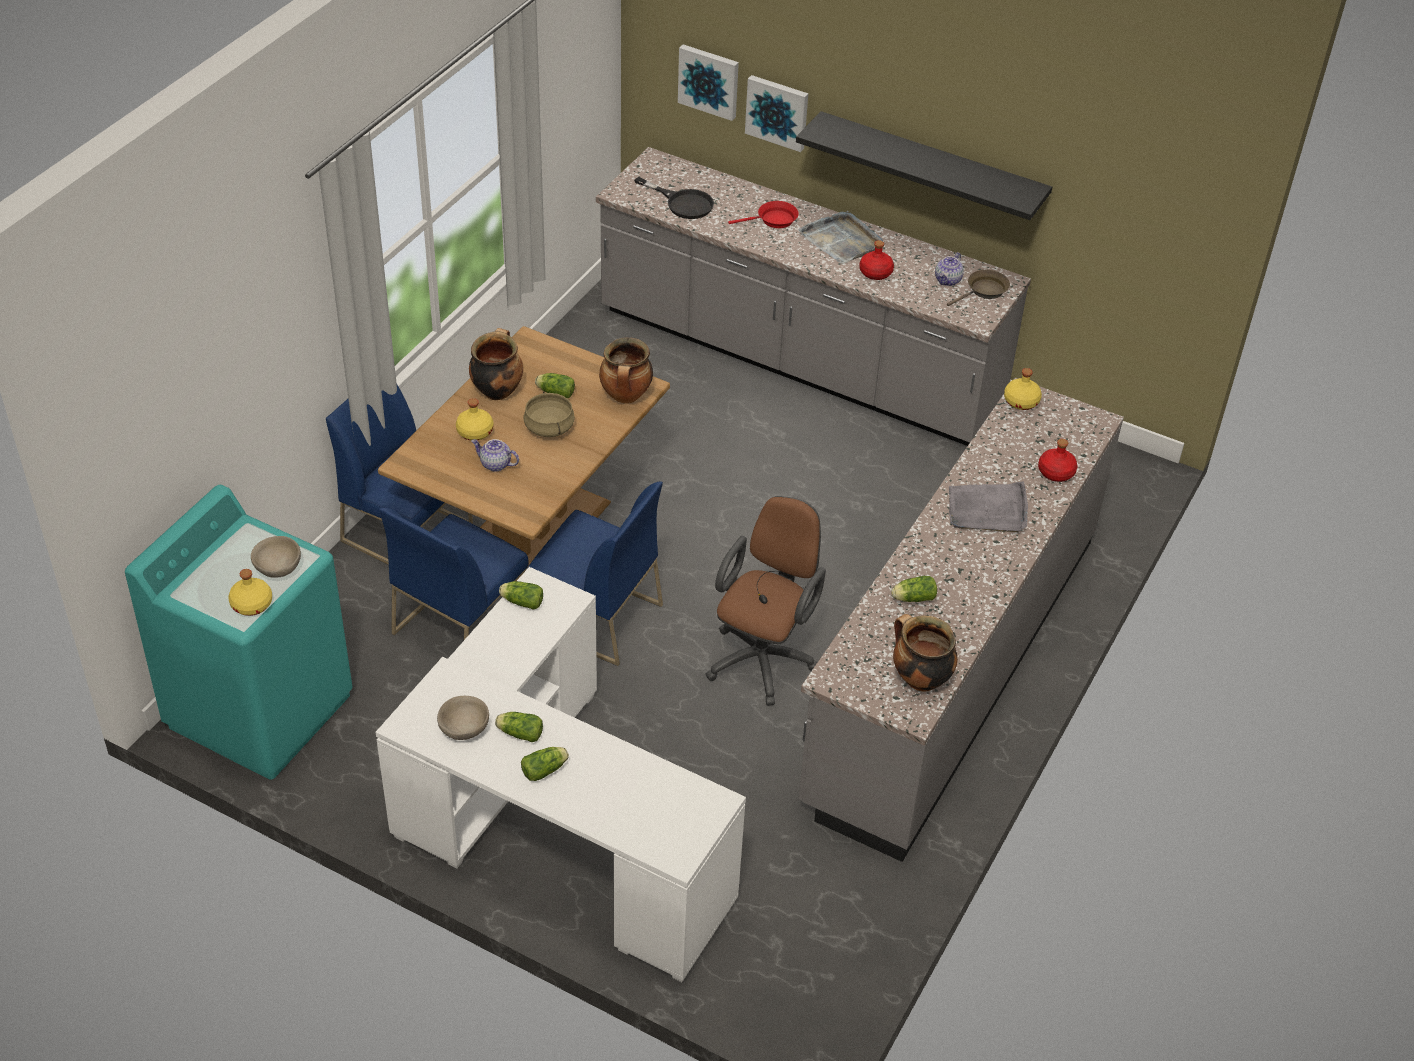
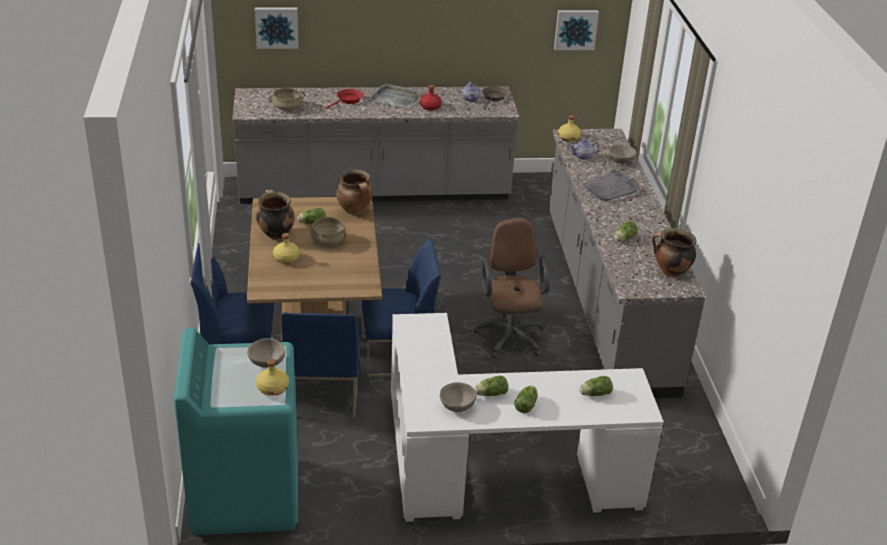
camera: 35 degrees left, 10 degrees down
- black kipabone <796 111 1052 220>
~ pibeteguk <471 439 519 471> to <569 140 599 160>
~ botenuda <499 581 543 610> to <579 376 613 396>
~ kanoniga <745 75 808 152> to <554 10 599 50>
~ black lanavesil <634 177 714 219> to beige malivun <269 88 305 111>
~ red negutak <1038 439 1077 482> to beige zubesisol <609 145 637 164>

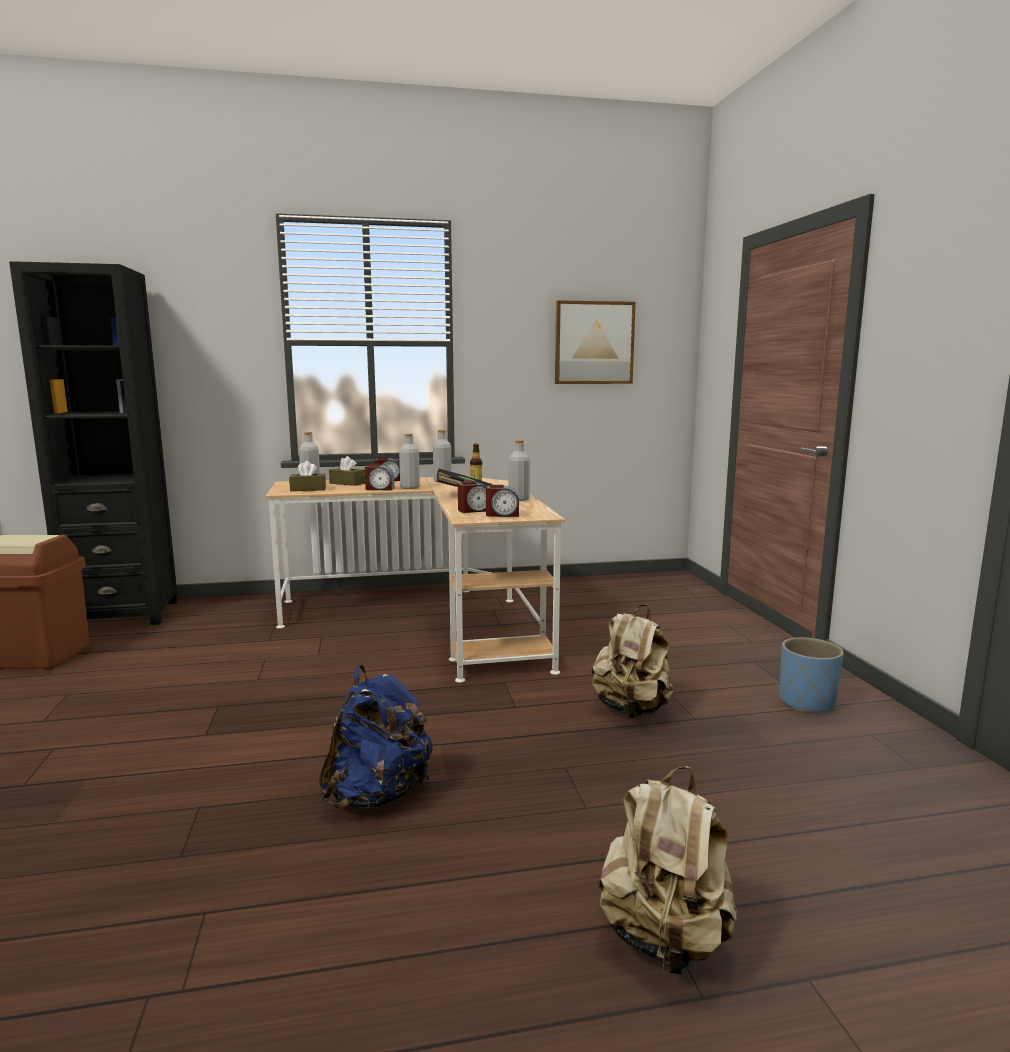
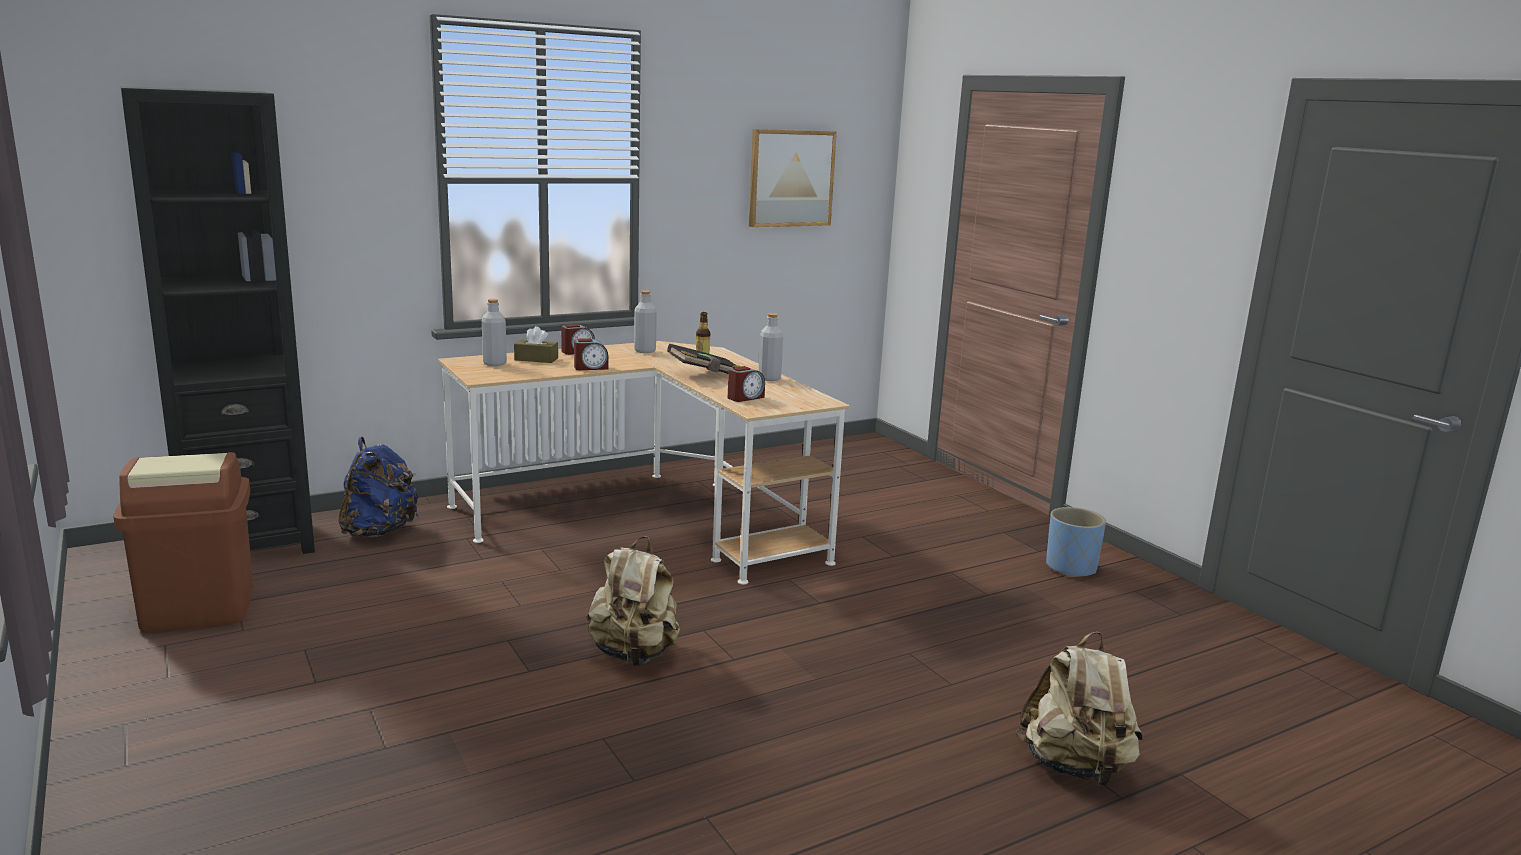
camera: 20 degrees left, 5 degrees up
- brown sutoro <289 461 326 491>
- grey negutak <399 434 420 489>
- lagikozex <486 485 519 517>
~ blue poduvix <319 664 433 809> to <338 437 418 537>
~ beige poduvix <592 604 673 719> to <587 536 680 666>

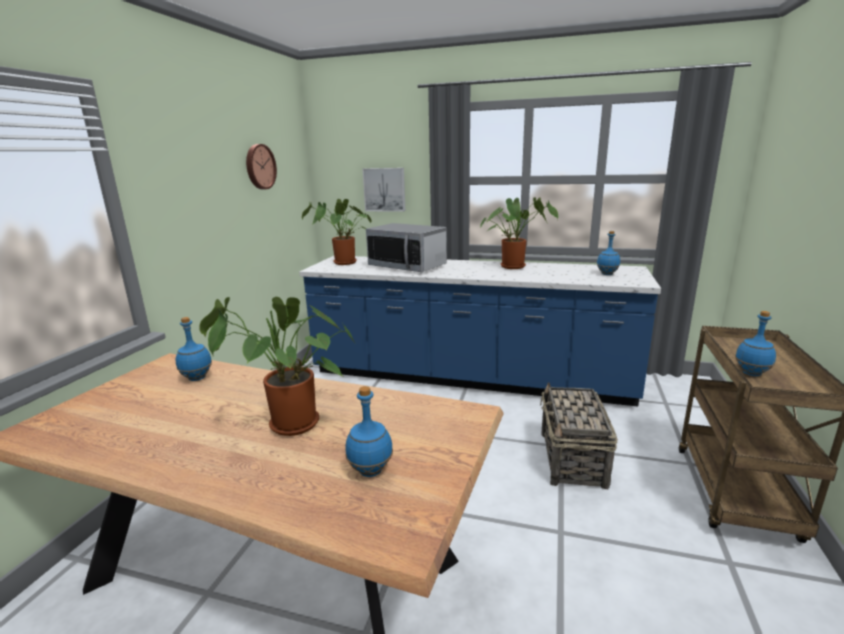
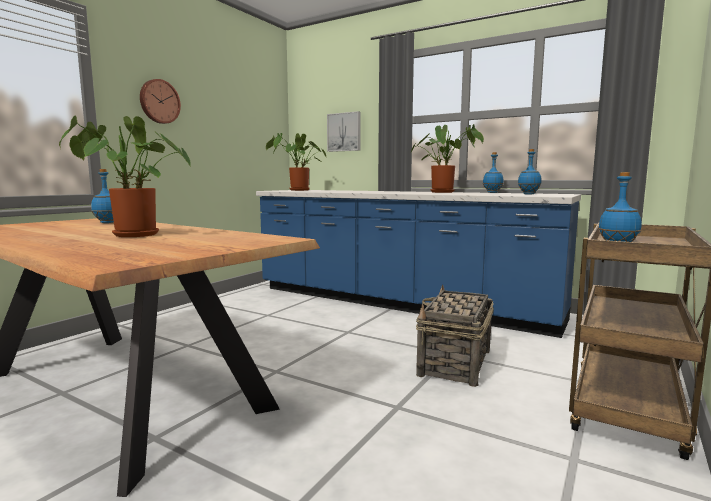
camera: 15 degrees right, 10 degrees down
- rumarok <366 223 447 272>
~ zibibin <246 144 277 189> to <140 79 181 124>
~ blue negutak <345 386 393 477> to <483 152 503 193>

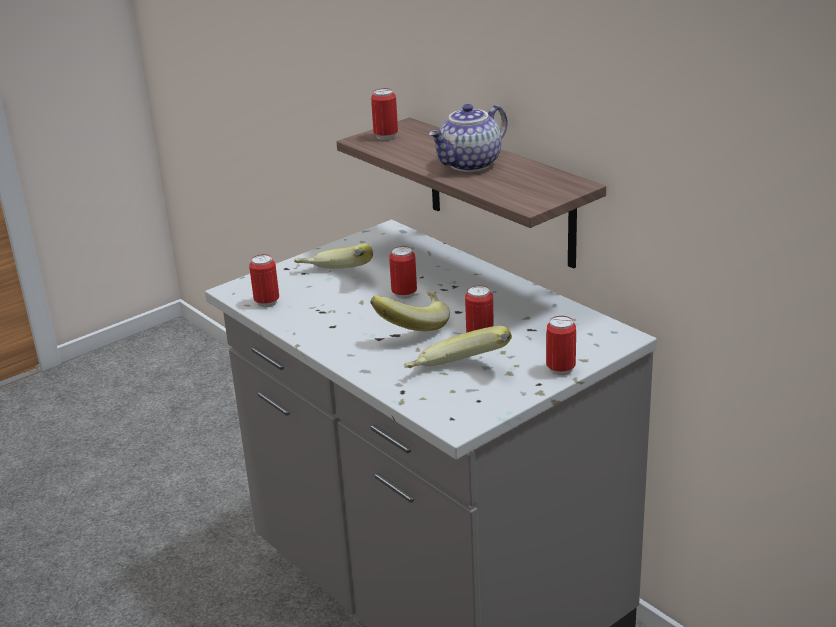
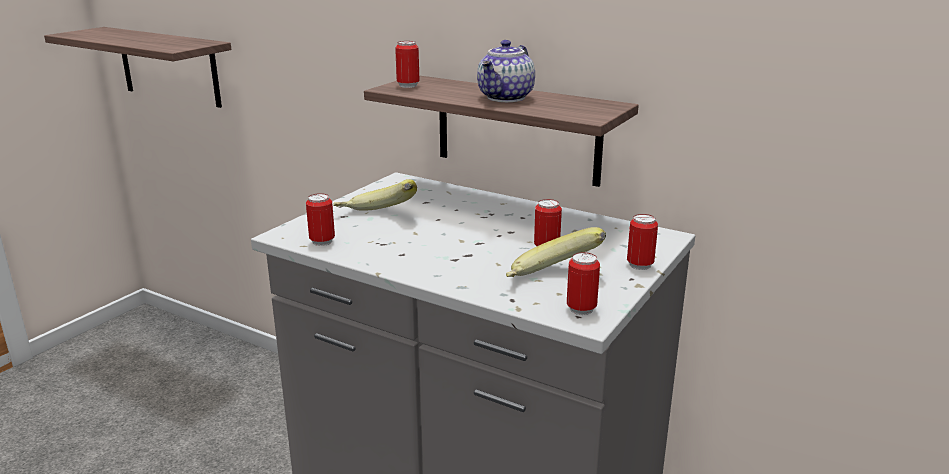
camera: 20 degrees left, 5 degrees down
- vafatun <370 291 450 331>
+ kipabone <44 27 231 108>
~ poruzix <389 246 417 299> to <567 252 600 315>

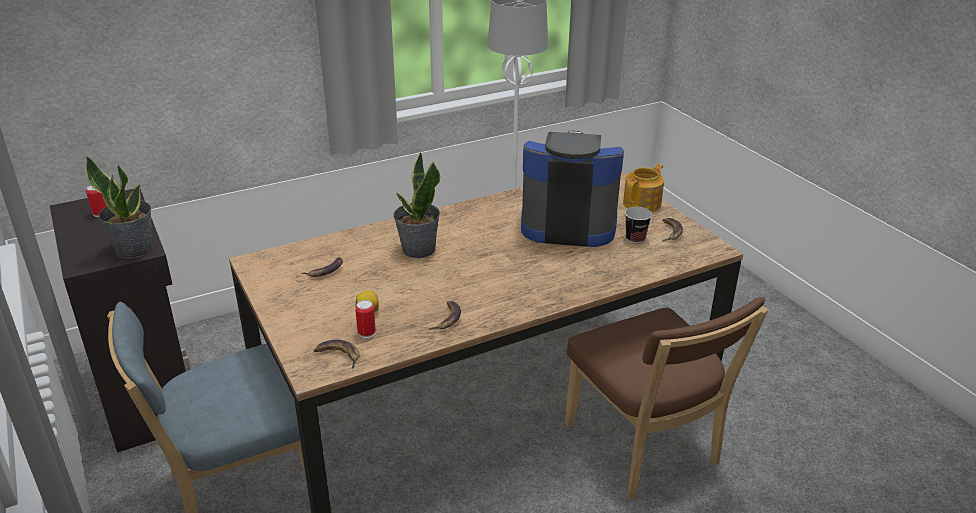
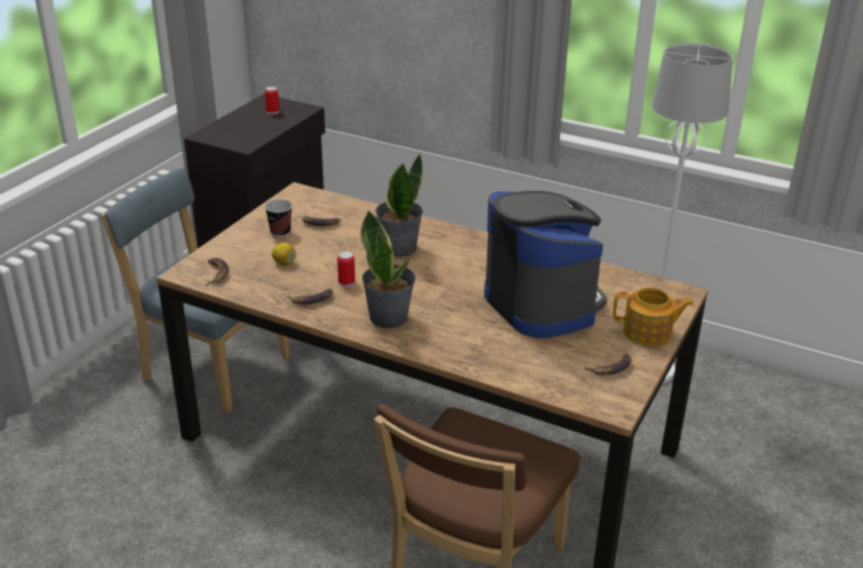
camera: 55 degrees right, 0 degrees up
~ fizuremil <85 156 153 259> to <361 210 416 328>
~ poruzix <355 300 376 338> to <337 251 355 287>
~ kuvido <625 207 652 244> to <265 199 292 237>

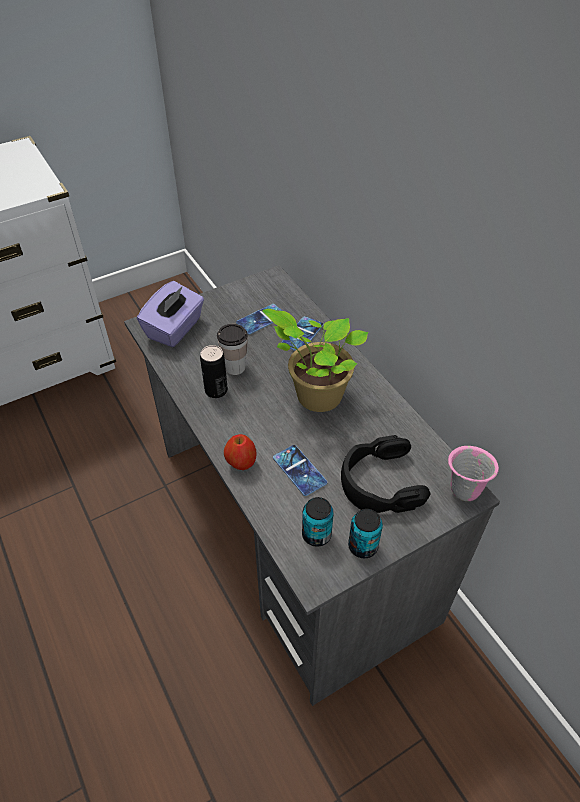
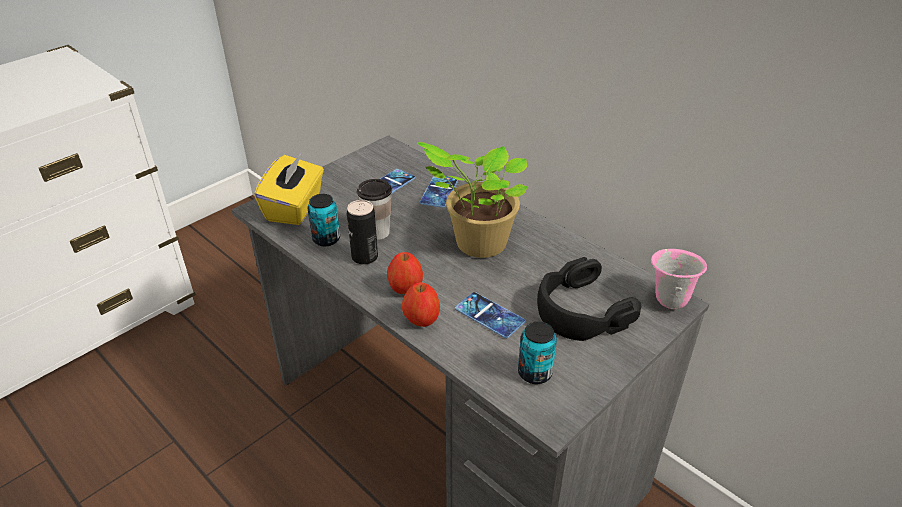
camera: 15 degrees left, 10 degrees down
+ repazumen <387 252 423 294>
~ poruzix <348 509 383 558> to <307 194 340 246>
~ purple sutoro <137 281 204 347> to yellow sutoro <254 154 324 225>

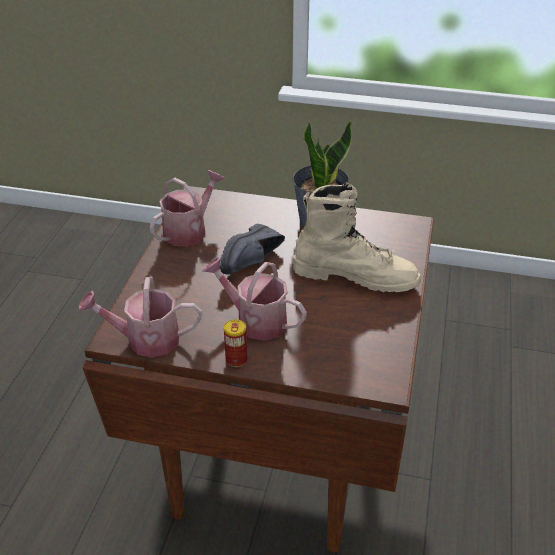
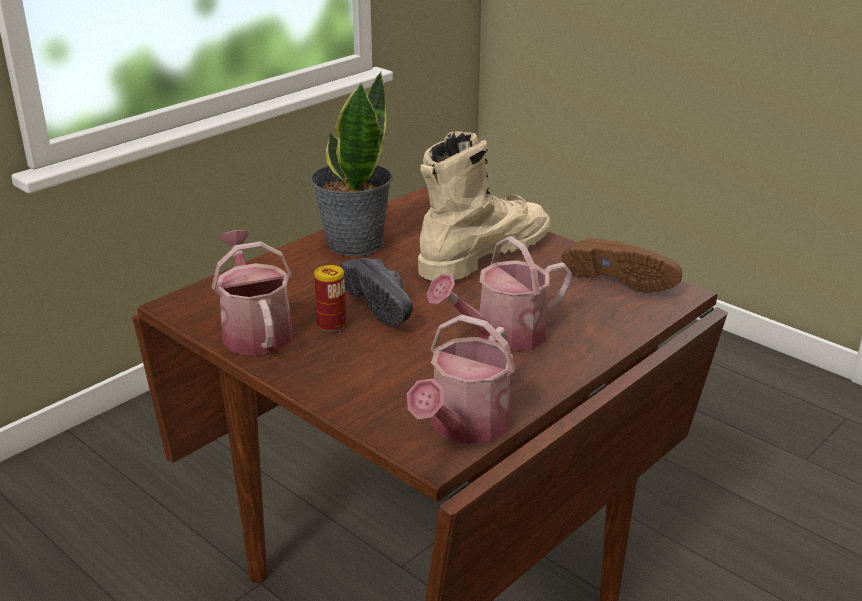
camera: 60 degrees left, 10 degrees down
+ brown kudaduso <561 238 682 293>
~ poruzix <224 319 247 367> to <314 265 346 332>

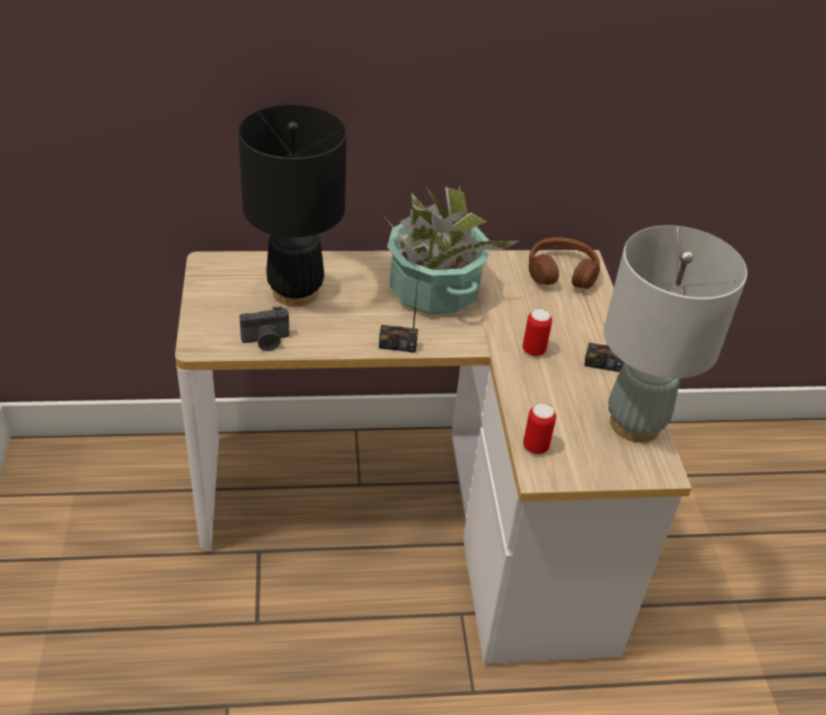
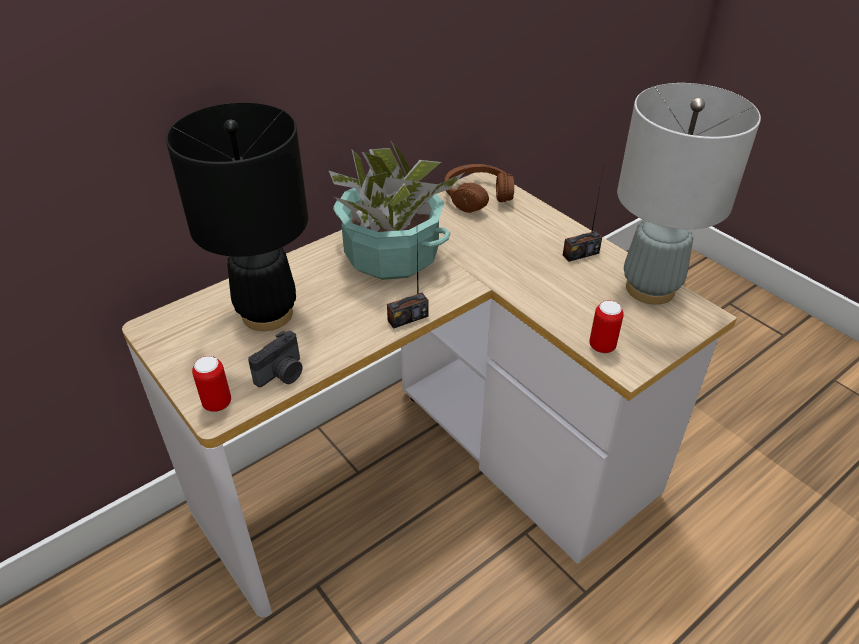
camera: 30 degrees left, 0 degrees up
~ poruzix <523 309 552 356> to <192 356 231 412>

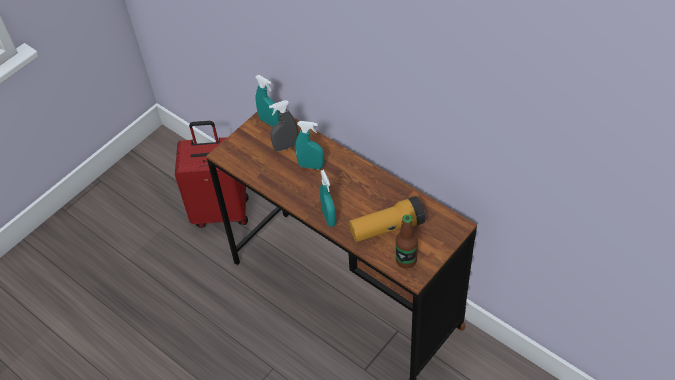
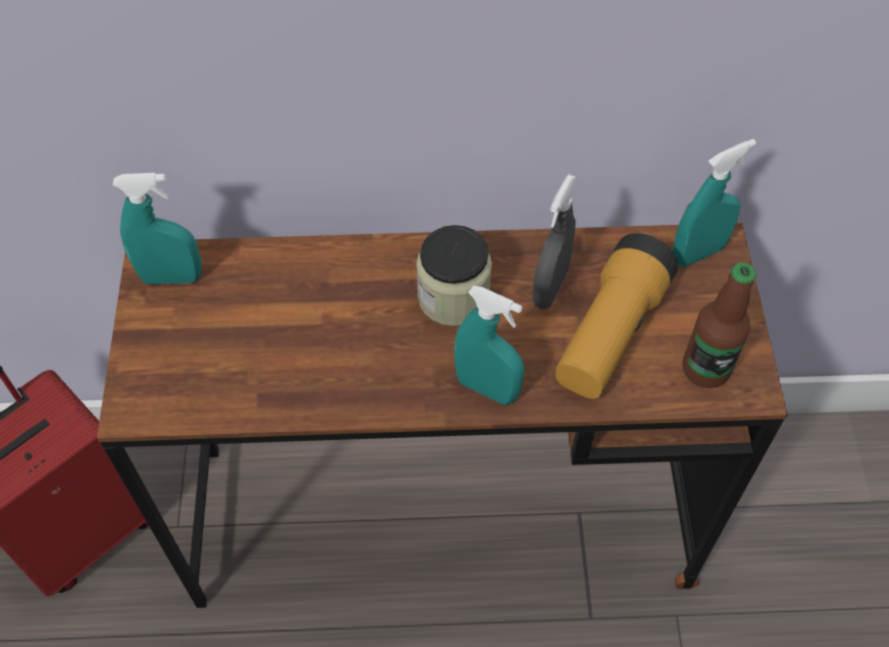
camera: 45 degrees left, 5 degrees up
+ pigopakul <416 225 492 326>
~ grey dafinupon <269 101 298 151> to <532 174 577 309>
~ turquoise dafinupon <295 121 324 169> to <673 139 756 267>

